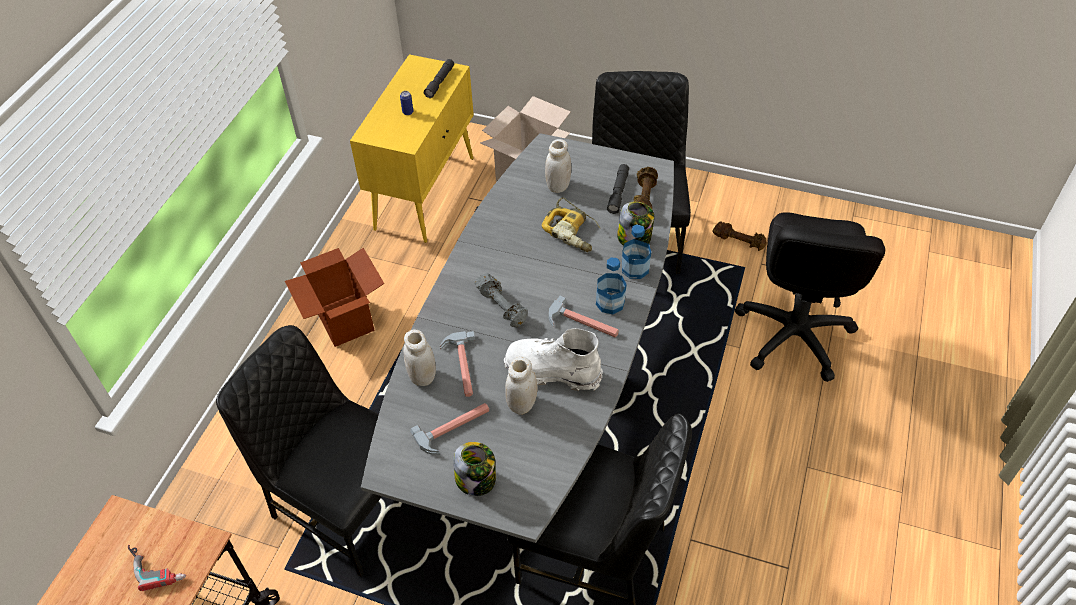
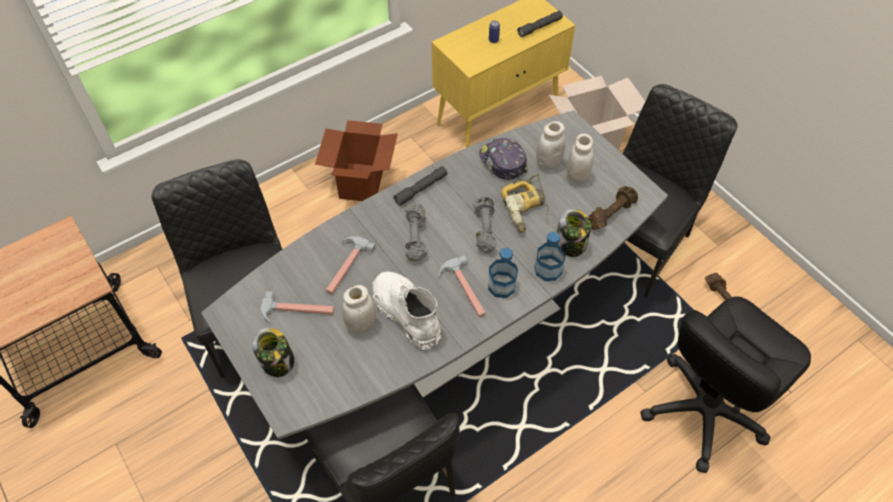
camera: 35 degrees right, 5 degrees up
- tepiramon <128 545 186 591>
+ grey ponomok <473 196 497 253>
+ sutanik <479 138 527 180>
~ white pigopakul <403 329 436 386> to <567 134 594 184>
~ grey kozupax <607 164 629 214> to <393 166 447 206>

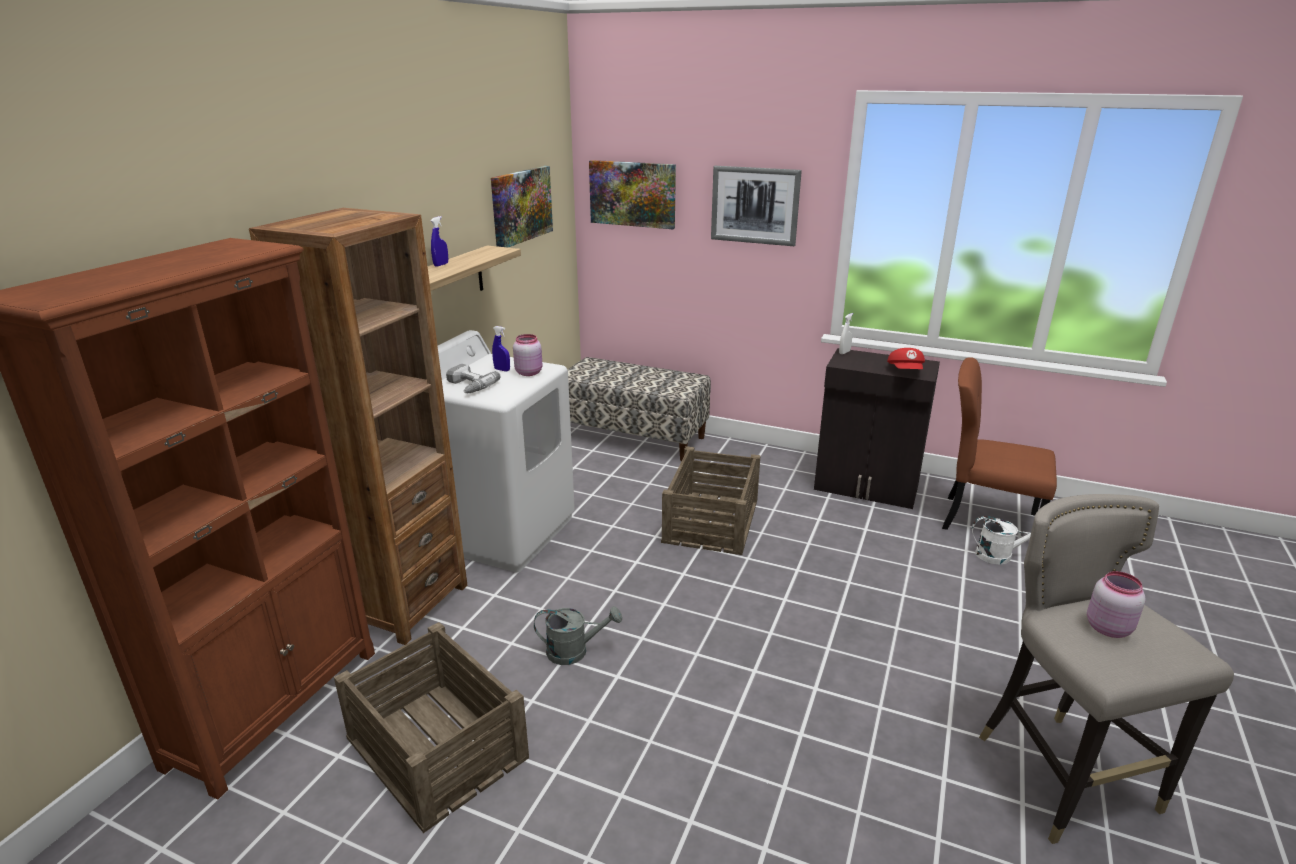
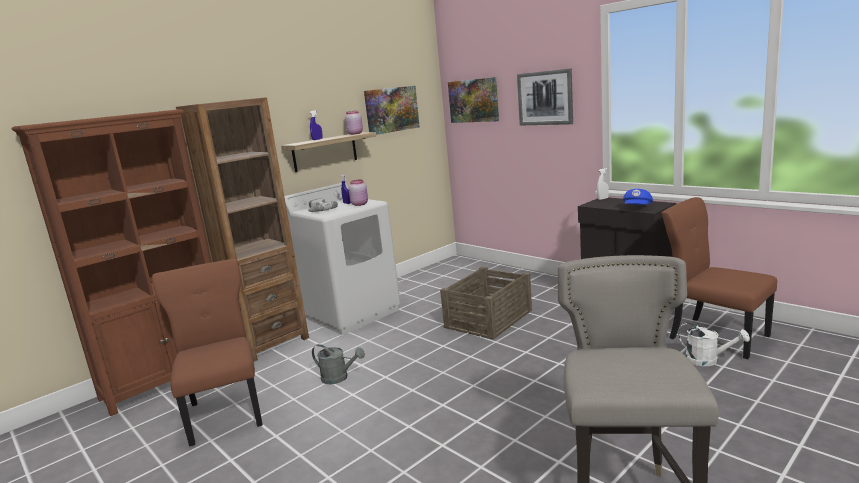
camera: 25 degrees right, 10 degrees down
- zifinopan <567 357 711 461>
~ pink pigopakul <1087 571 1146 638> to <345 111 363 135>
~ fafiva <334 622 529 833> to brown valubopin <152 259 263 447>
~ red sutanik <887 348 925 369> to blue sutanik <623 189 653 205>

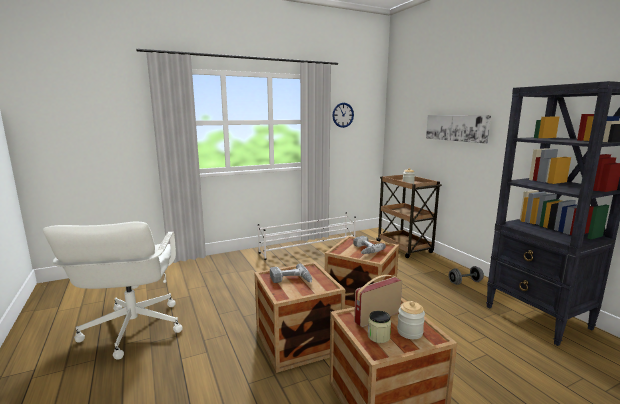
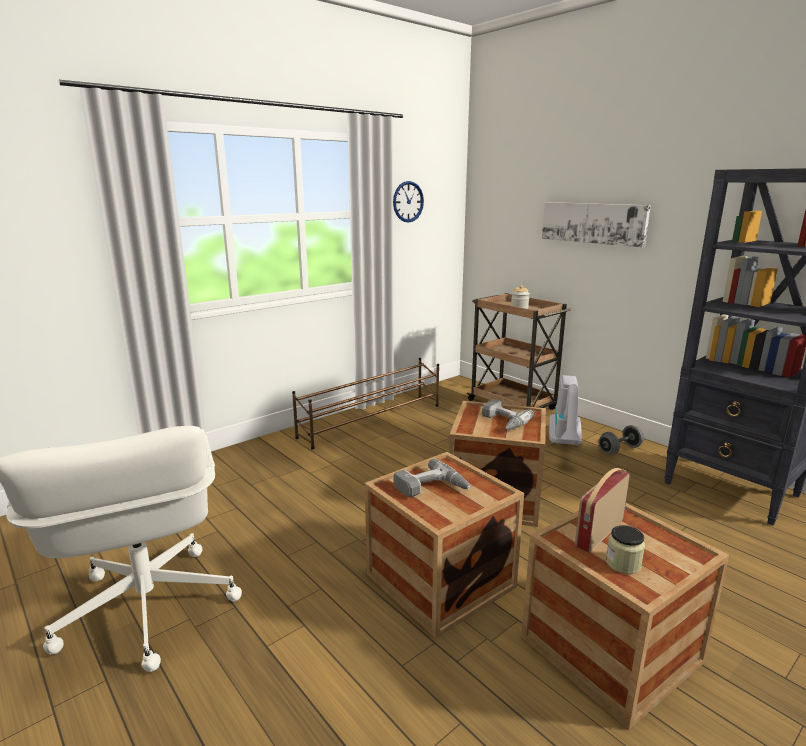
camera: 15 degrees left, 5 degrees up
- pigopakul <397 301 425 339>
+ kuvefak <549 375 582 446>
~ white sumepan <258 212 356 260> to brown sumepan <292 358 439 450>

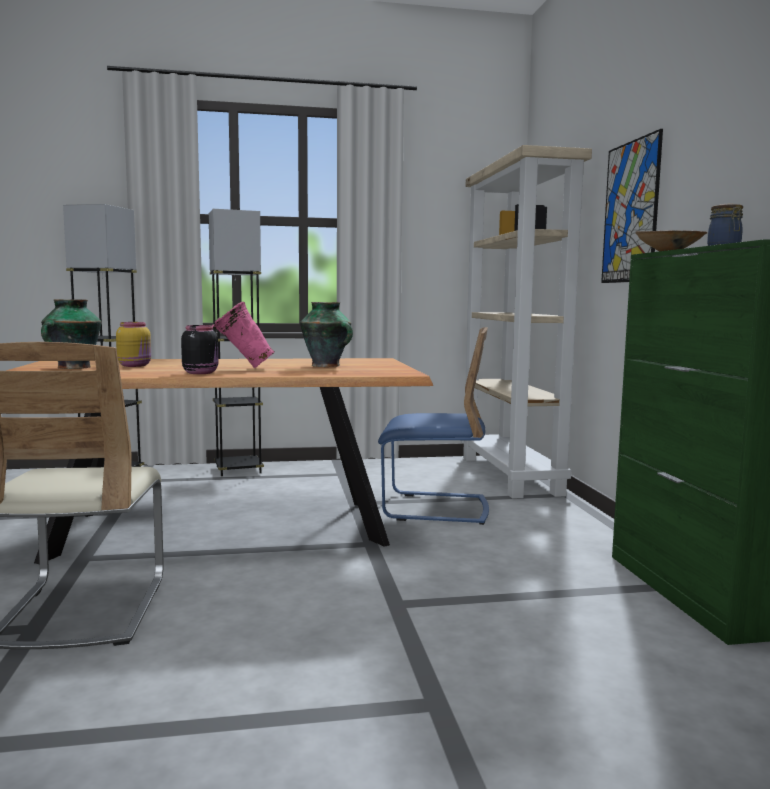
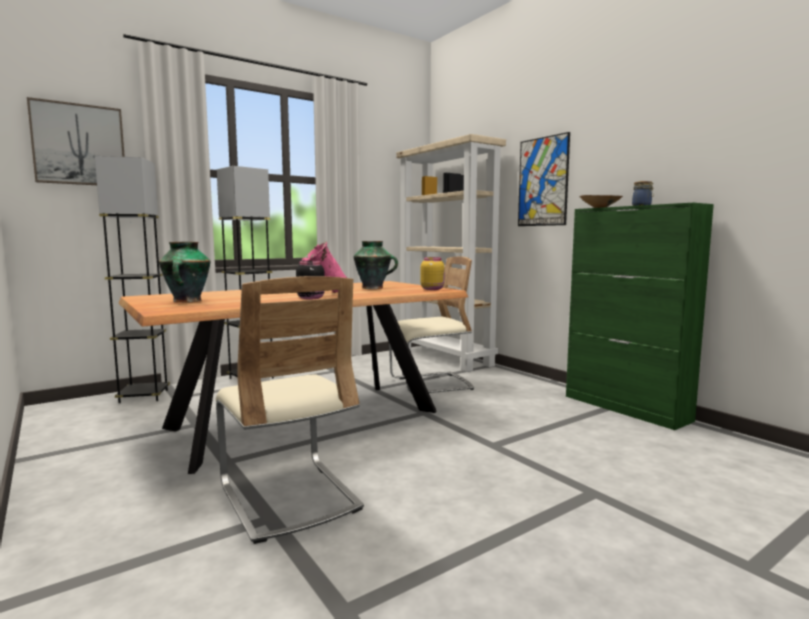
camera: 25 degrees left, 0 degrees up
+ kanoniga <27 97 125 185>
~ yellow pigopakul <116 322 151 367> to <421 257 445 290>
~ blue valubopin <378 327 489 525> to beige valubopin <389 257 474 393>

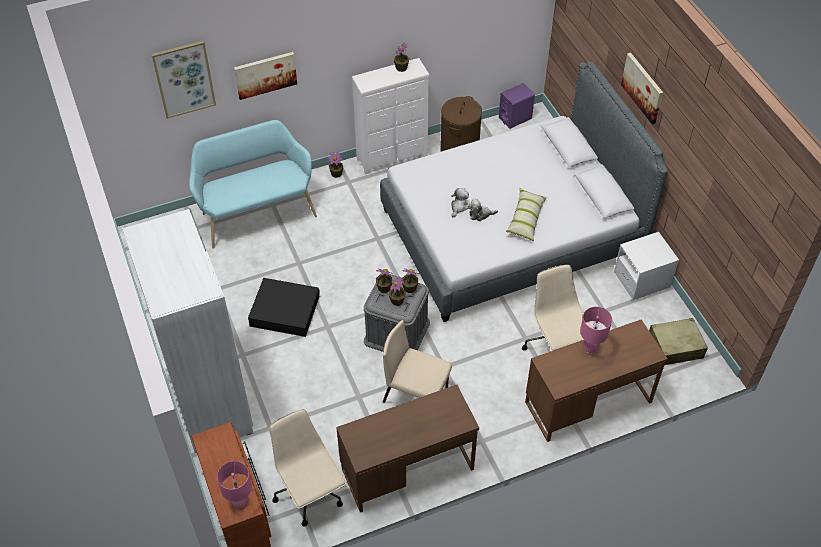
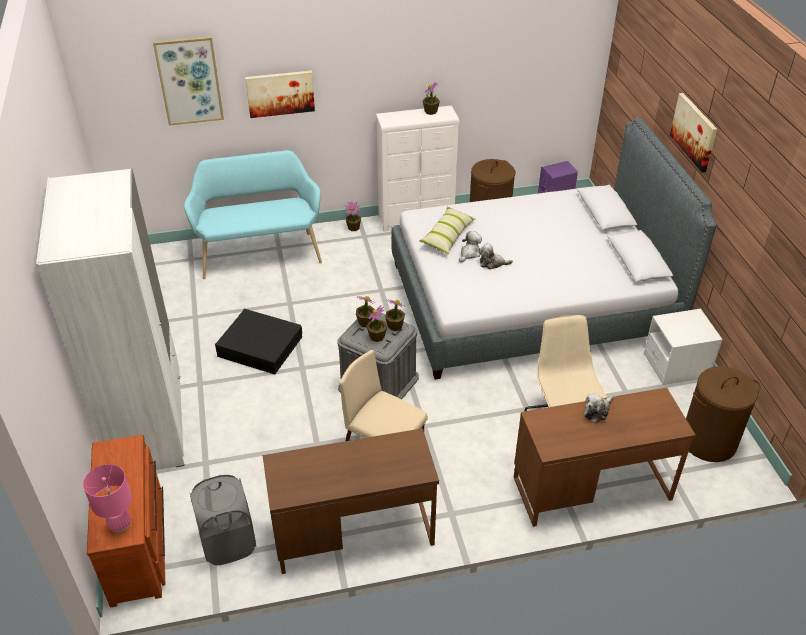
camera: 10 degrees right, 10 degrees down
~ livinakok <506 188 547 241> to <420 206 476 254>
~ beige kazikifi <269 409 347 526> to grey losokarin <190 475 256 565>
~ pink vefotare <580 307 612 355> to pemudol <584 393 614 423>
~ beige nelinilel <649 318 708 365> to brown losokarin <686 366 761 462>

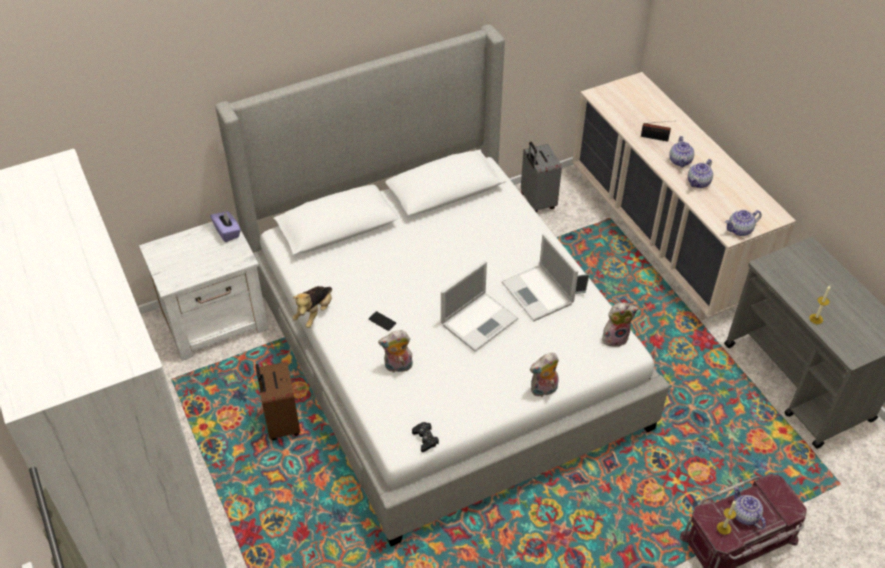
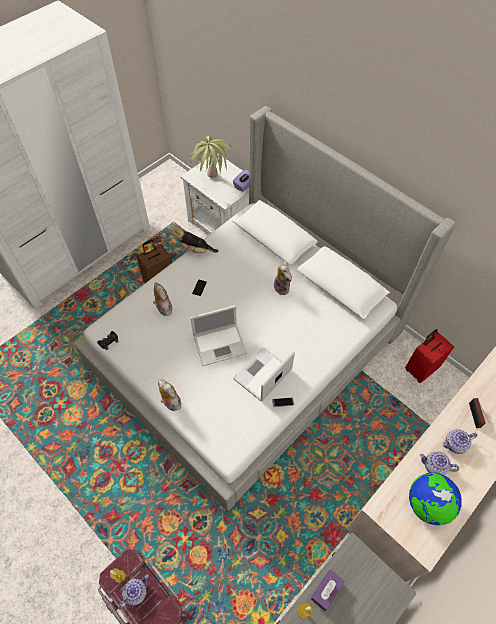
camera: 70 degrees right, 10 degrees up
- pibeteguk <725 210 762 236>
+ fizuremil <190 136 232 178>
+ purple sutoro <311 570 345 611>
+ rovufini <409 473 462 525>
~ pemudol <602 303 638 347> to <274 263 292 295>
~ grey nelinilel <521 142 562 213> to red nelinilel <405 329 454 383>
~ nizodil <441 261 518 352> = <190 305 247 366> 45 degrees counterclockwise

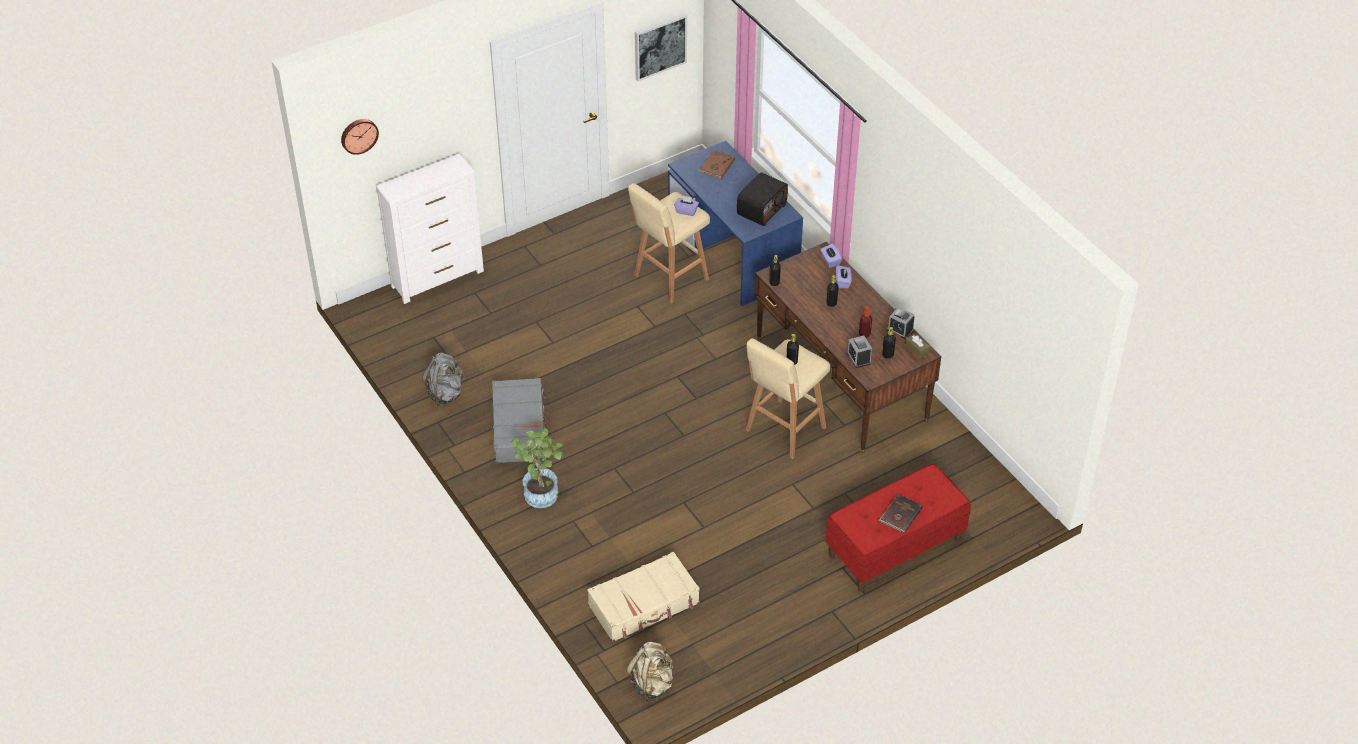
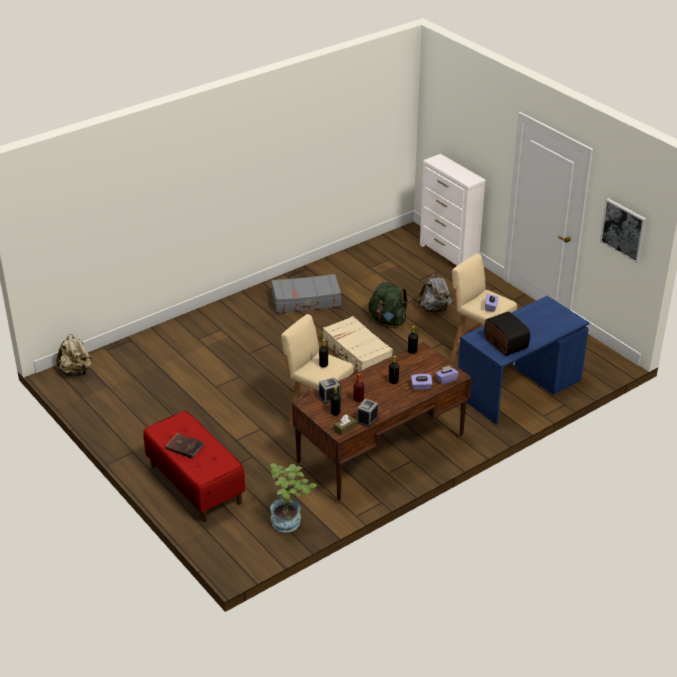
camera: 85 degrees right, 10 degrees down
- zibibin <341 119 379 155>
- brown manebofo <698 150 735 179>
+ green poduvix <368 282 408 326>
~ grey poduvix <422 353 464 406> to <417 273 452 313>
~ fizuremil <511 429 563 508> to <270 463 317 533>
~ beige nelinilel <587 552 699 642> to <323 316 393 372>
~ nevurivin <737 172 788 226> = <485 312 530 356> 150 degrees counterclockwise

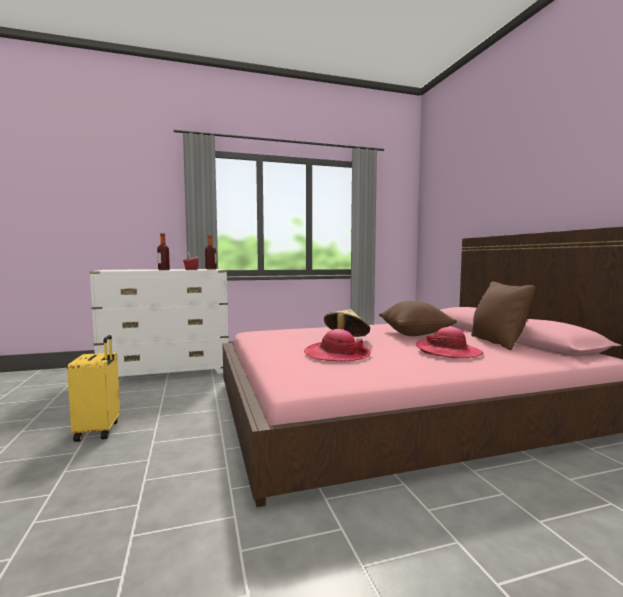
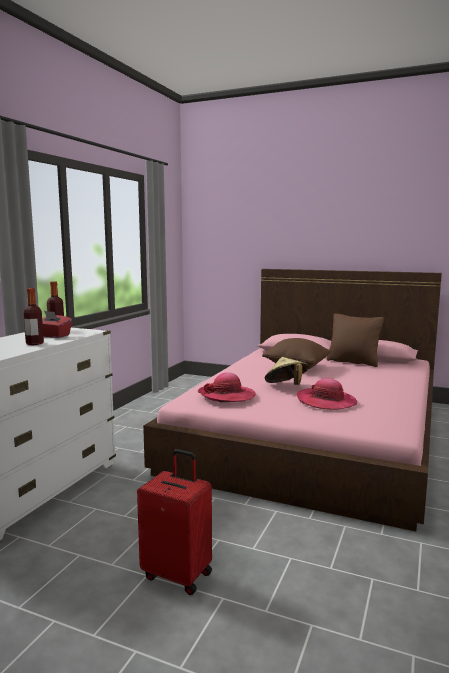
camera: 50 degrees left, 5 degrees up
~ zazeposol <416 327 483 358> to <198 372 256 402>
~ yellow nelinilel <67 335 120 442> to red nelinilel <137 449 212 595>

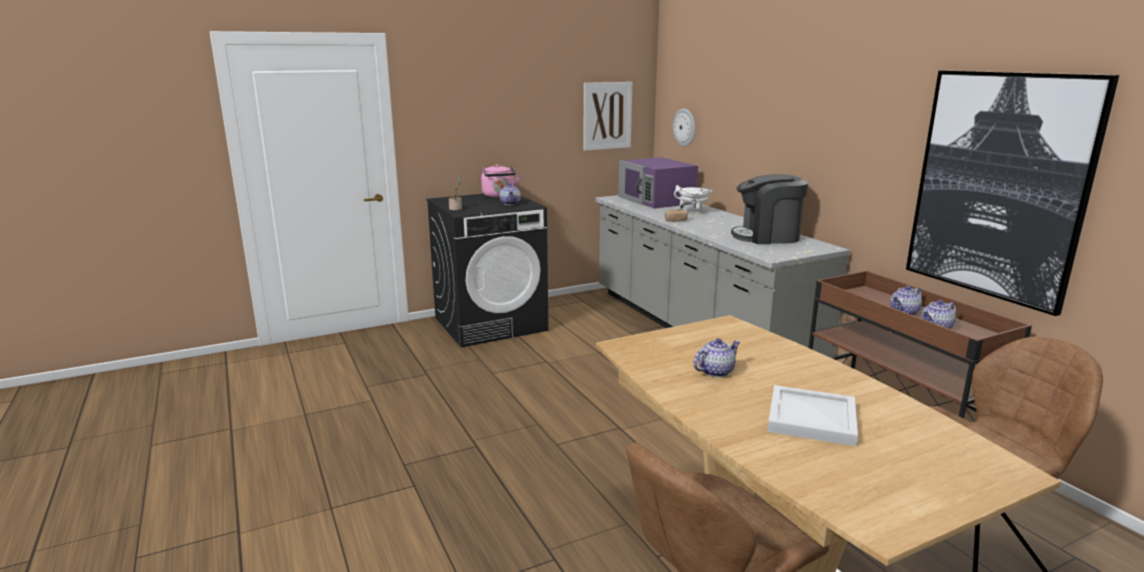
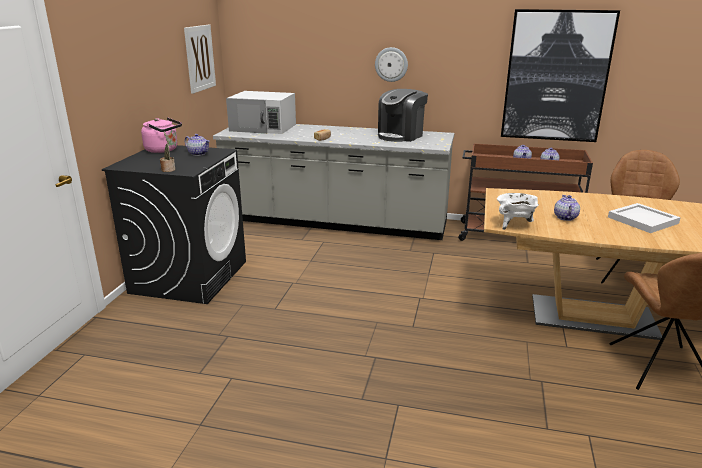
camera: 50 degrees left, 5 degrees up
~ zibibin <673 109 695 147> to <375 47 408 82>
~ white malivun <674 185 712 210> to <497 193 539 230>
~ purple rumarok <618 157 698 209> to white rumarok <226 91 296 134>

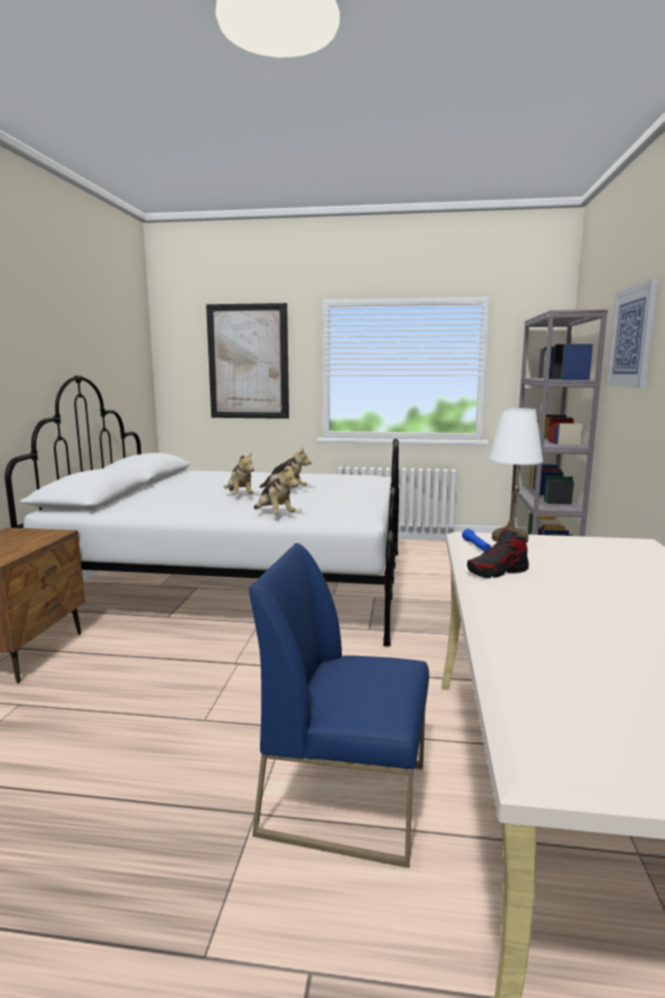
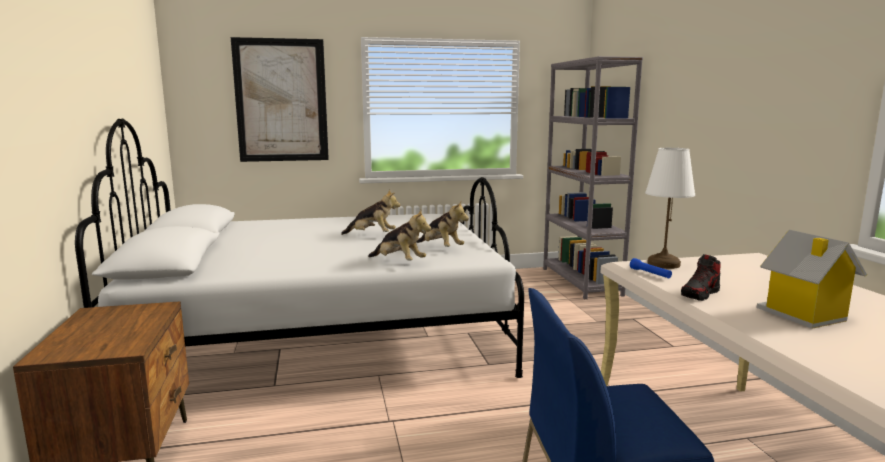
camera: 20 degrees left, 0 degrees up
- kanoniga <606 279 658 388>
+ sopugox <756 230 867 329>
~ pemudol <223 452 254 494> to <417 201 469 247>

